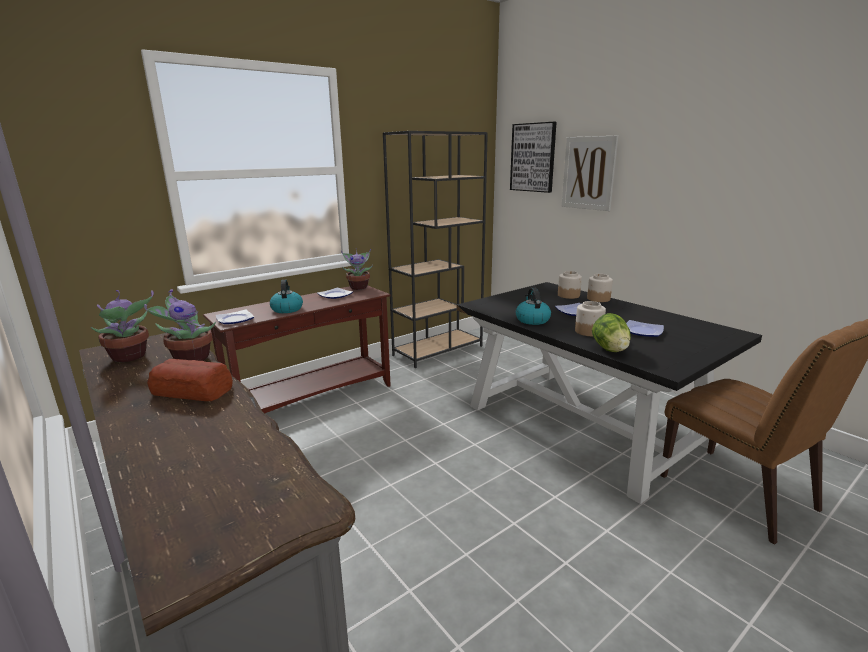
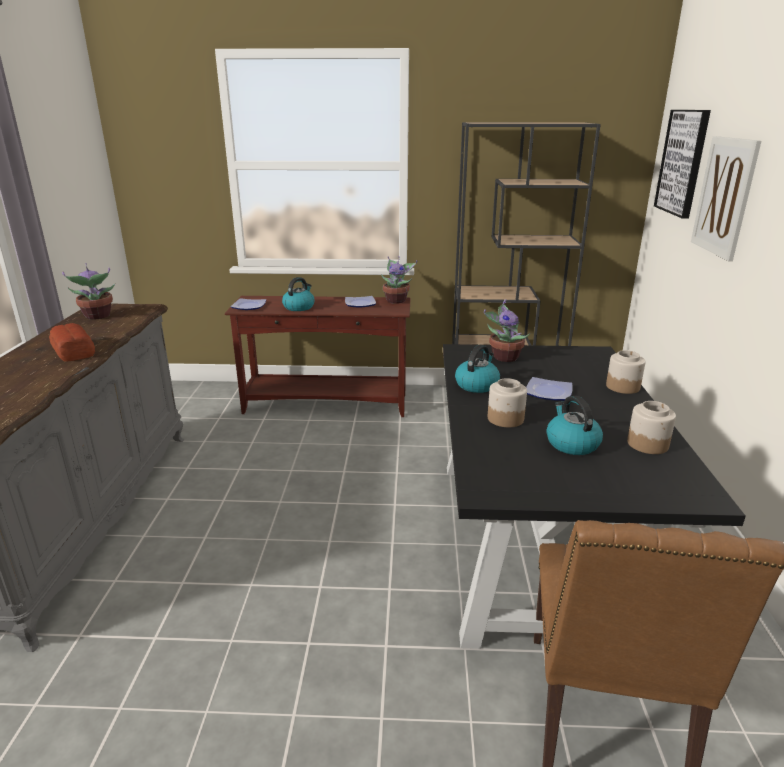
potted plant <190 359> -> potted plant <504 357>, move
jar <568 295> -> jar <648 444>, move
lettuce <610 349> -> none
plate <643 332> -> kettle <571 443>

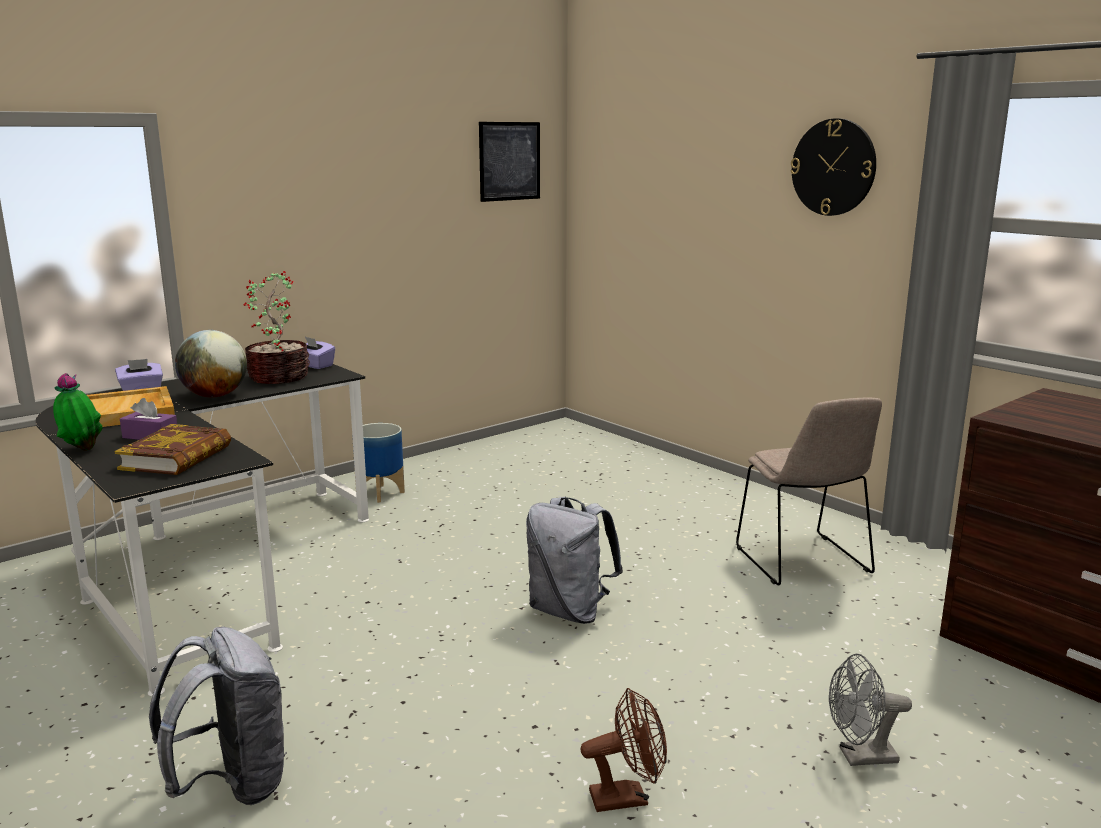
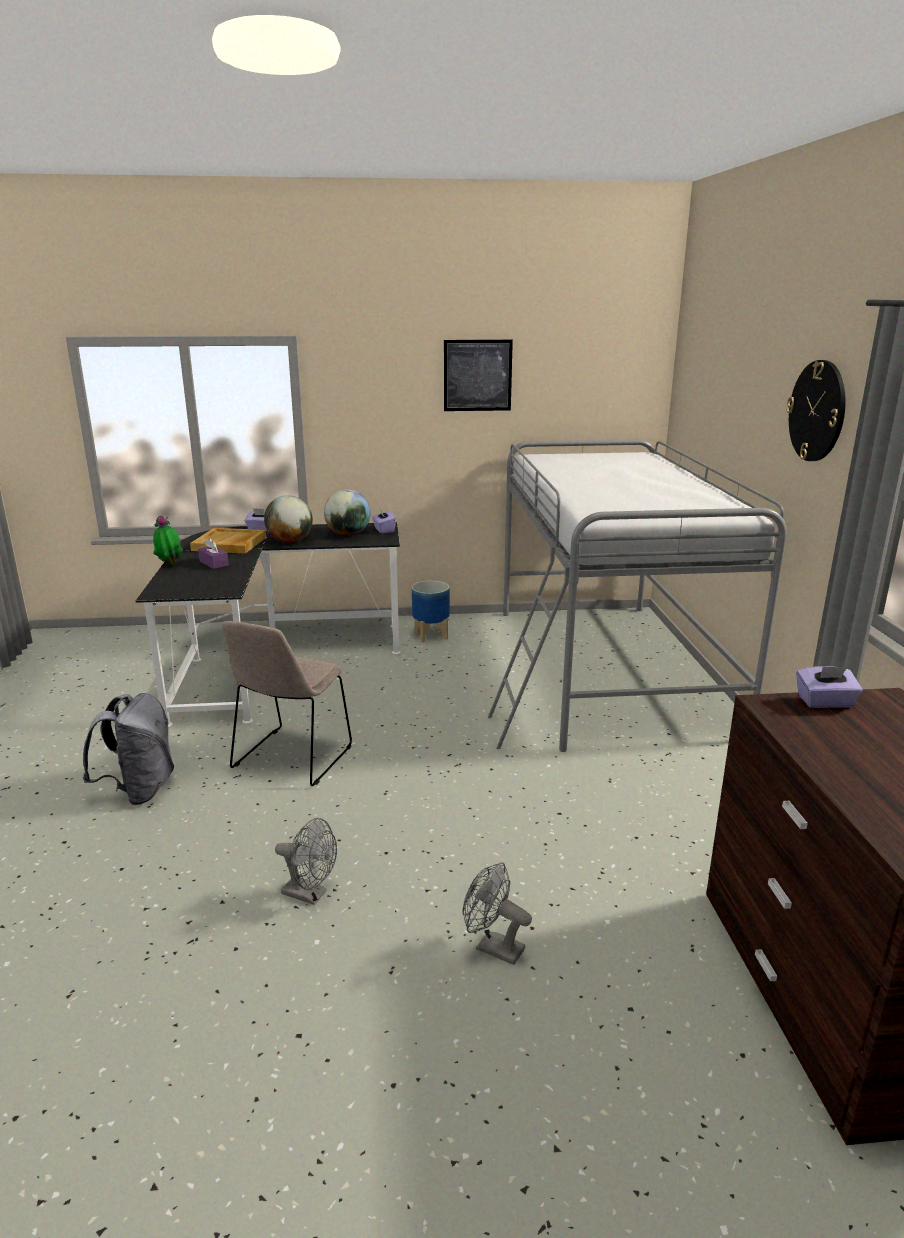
book <177 457> -> none
potted plant <279 377> -> globe <348 534>
picture <509 161> -> picture <477 375>, move
grey backpack <570 611> -> none
brown fan <627 797> -> grey fan <310 894>
beige chair <804 562> -> beige chair <291 759>, move
none -> grey bed <605 670>
none -> purple tissue box <825 702>

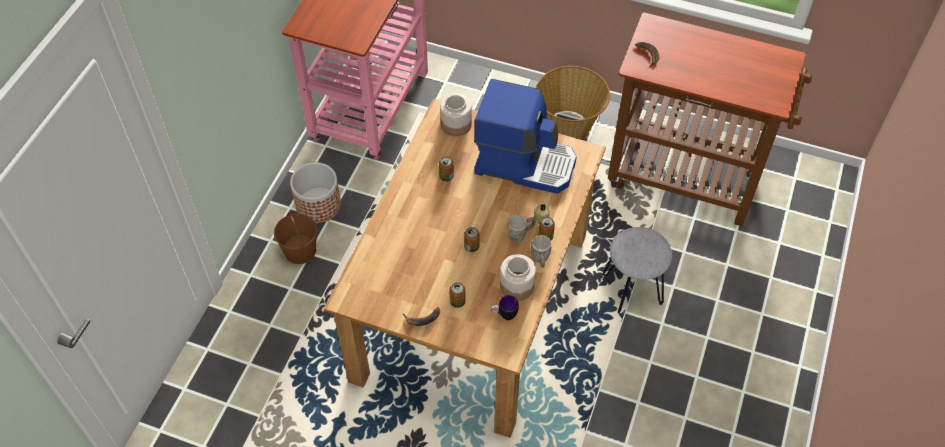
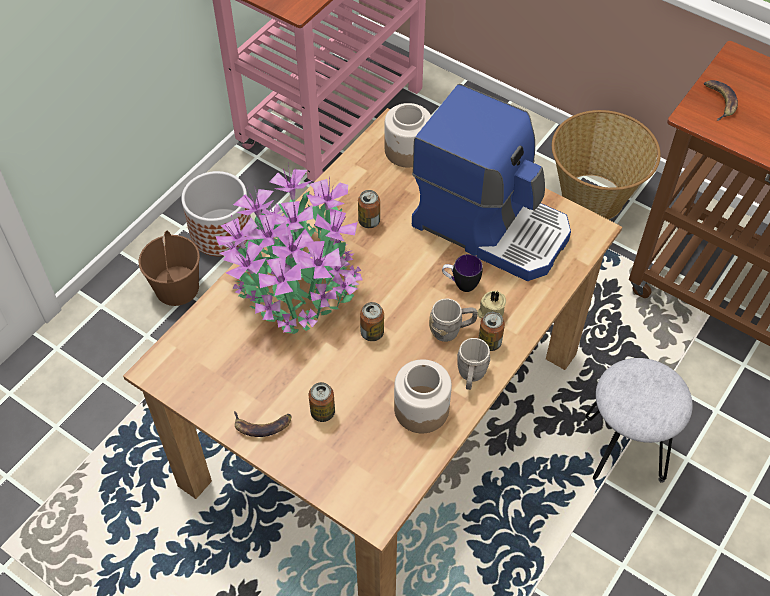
mug <504 315> -> mug <460 284>, move
none -> potted plant <296 282>

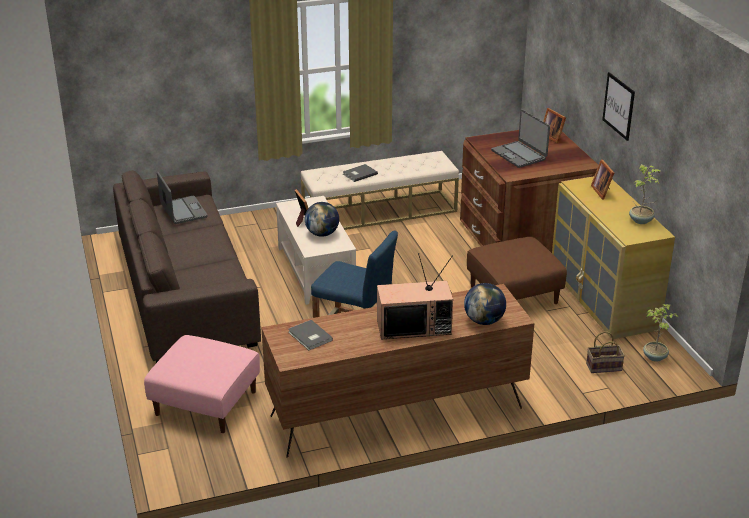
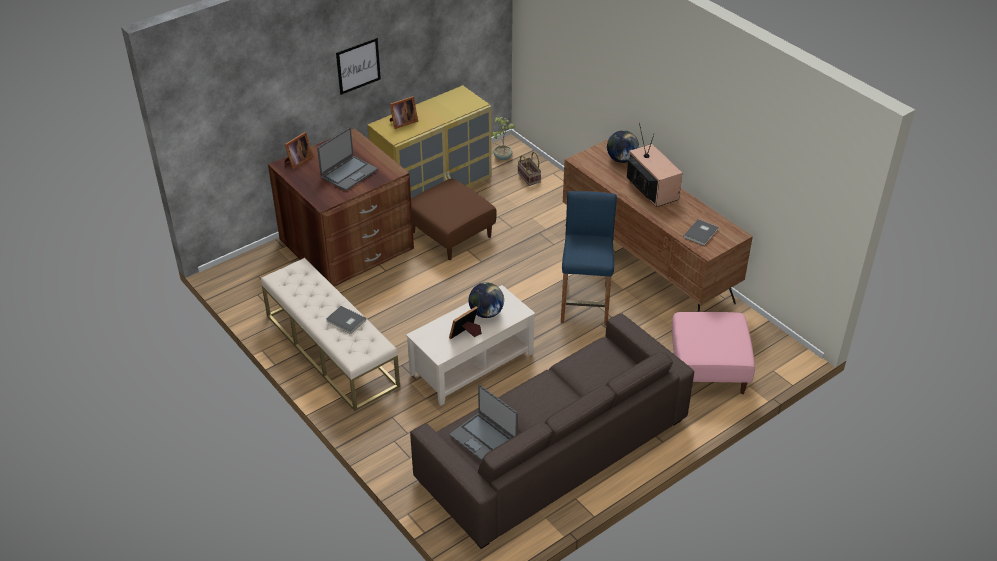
laptop <183 211> -> laptop <484 439>, 90 degrees counterclockwise
potted plant <641 221> -> none

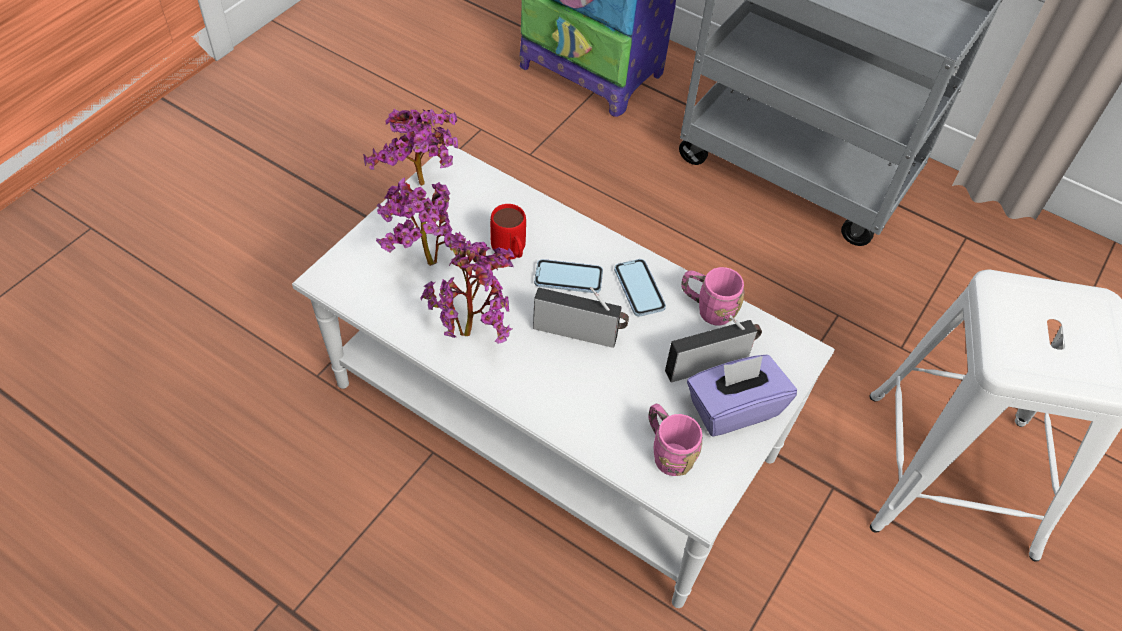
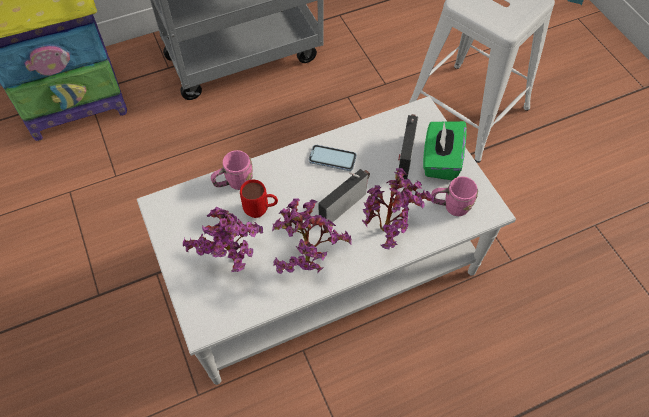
potted plant <423 188> -> potted plant <389 231>, move
phone <568 278> -> none
pink mug <707 309> -> pink mug <234 183>, move
purple tissue box <733 408> -> green tissue box <440 160>

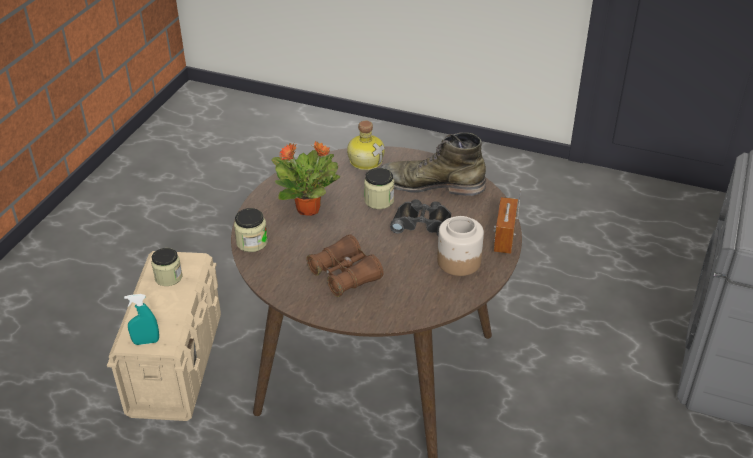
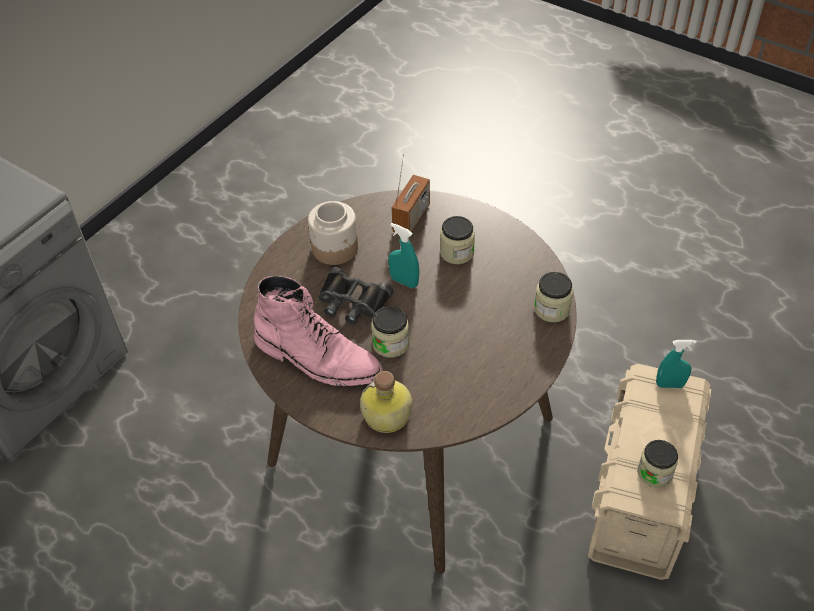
potted plant <309 209> -> none
brown binoculars <345 275> -> jar <457 252>
green boot <431 184> -> pink boot <318 358>
radio <504 238> -> radio <411 218>, move
none -> turquoise spray bottle <404 281>

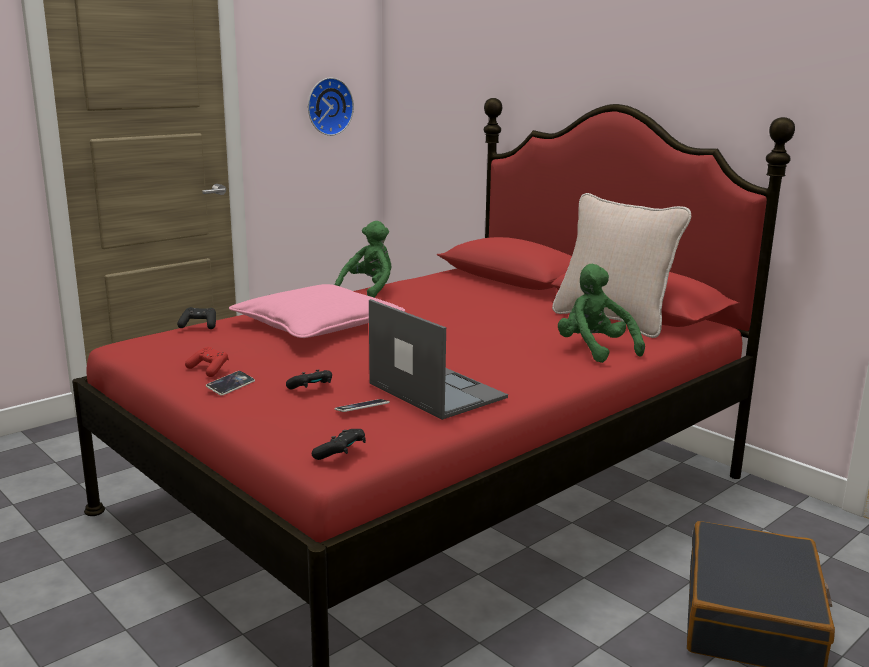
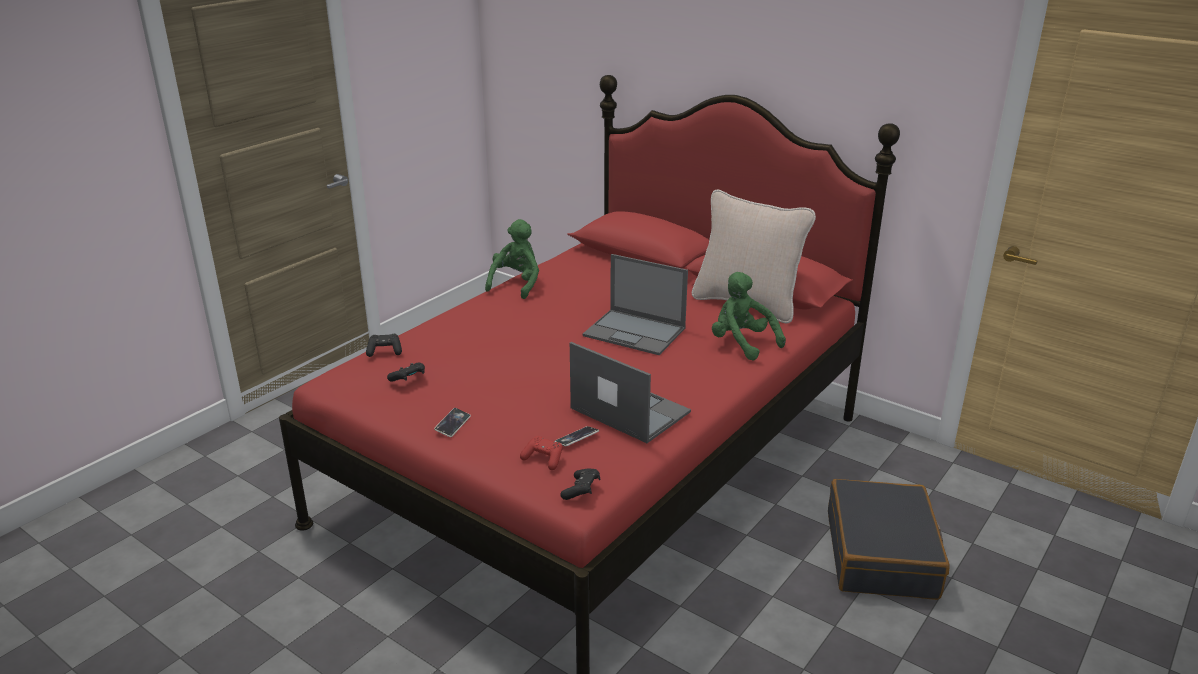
red game controller <209 369> -> red game controller <543 459>, move
pink pillow <317 324> -> none
black game controller <311 389> -> black game controller <408 379>, move
wall clock <328 106> -> none
none -> laptop <635 332>

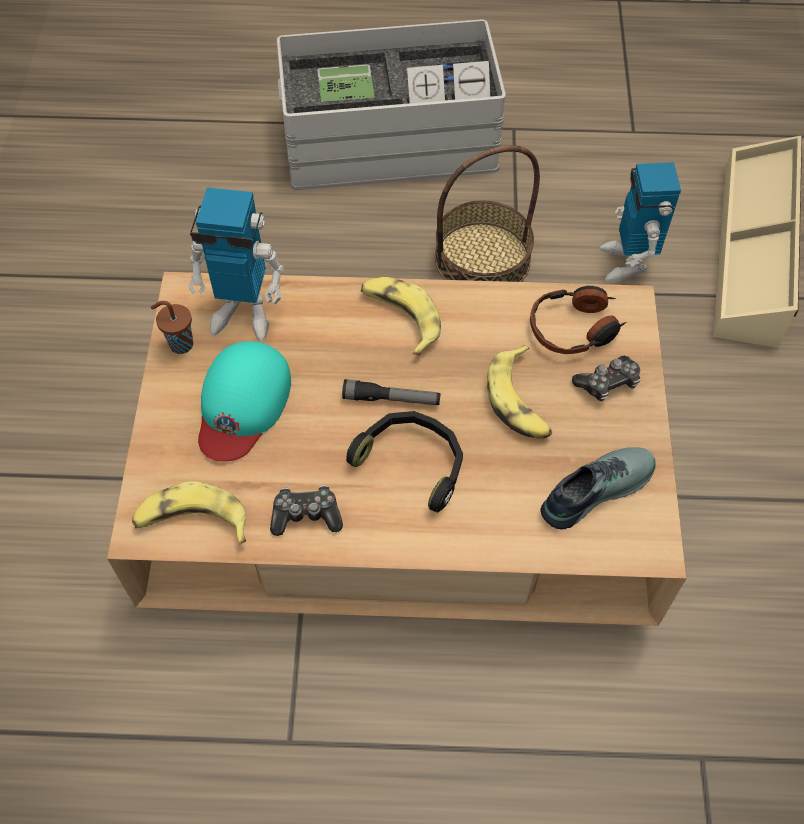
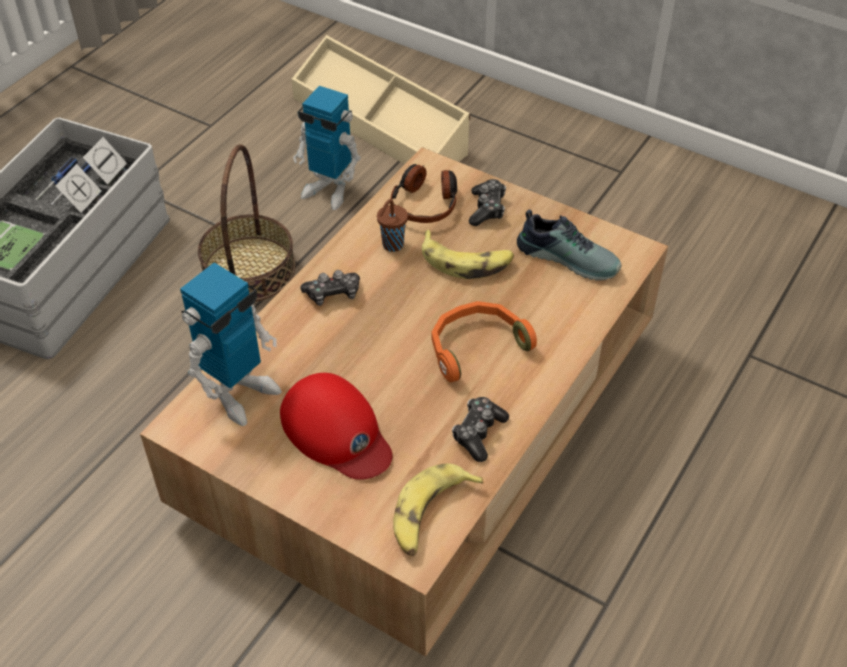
brown cup <180 344> -> brown cup <392 245>, move
turquoise cap <242 404> -> red cap <336 432>
flashlight <391 399> -> none
black headphones <413 462> -> orange headphones <475 346>
banana <400 317> -> game controller <333 294>
shoe <594 488> -> shoe <569 257>, 120 degrees clockwise

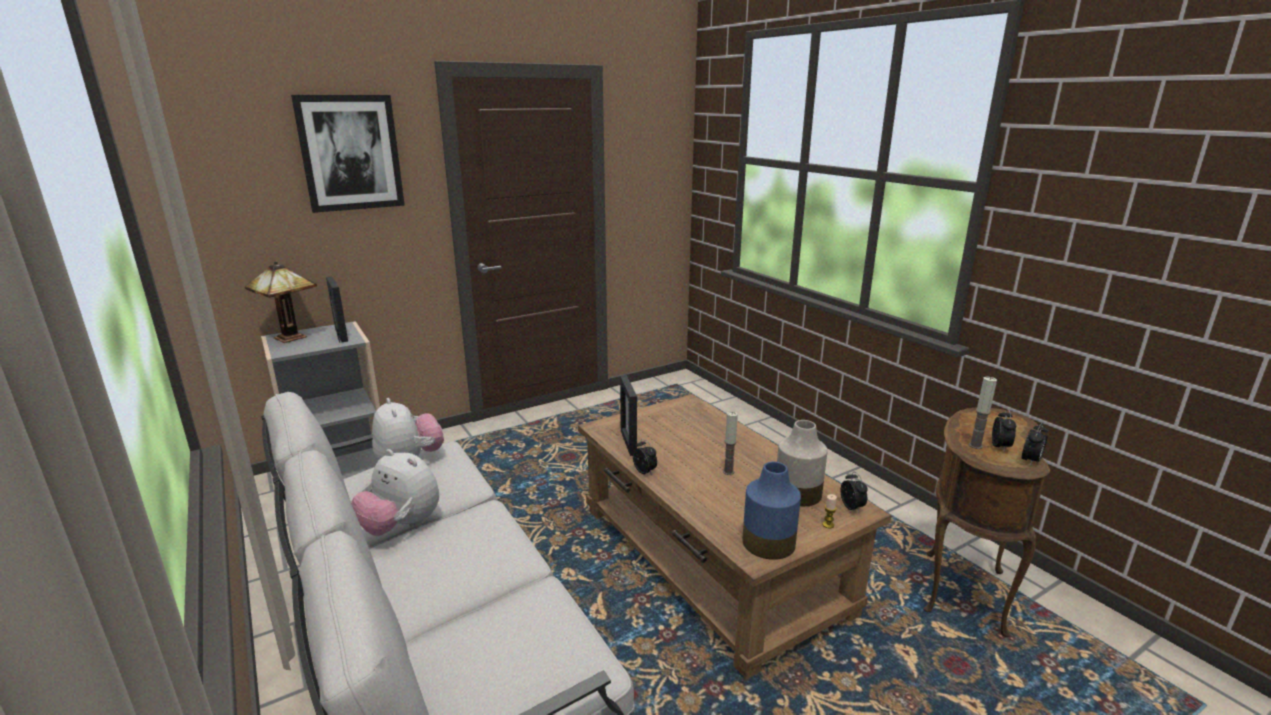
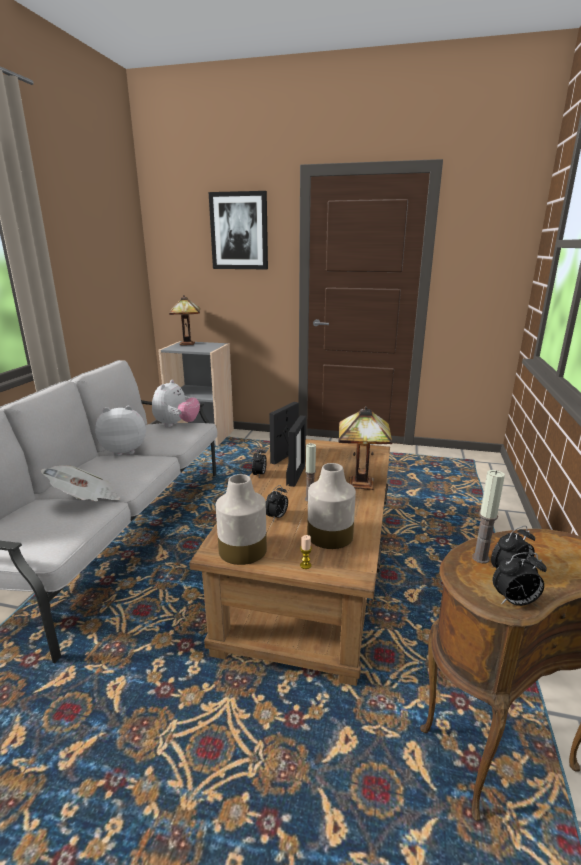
picture frame <340 335> -> picture frame <296 475>, move
plush toy <401 526> -> plush toy <124 451>, 90 degrees clockwise
blue vase <769 542> -> beige vase <243 550>
alarm clock <852 507> -> alarm clock <277 517>, move
none -> newspaper <86 499>
none -> table lamp <362 484>

